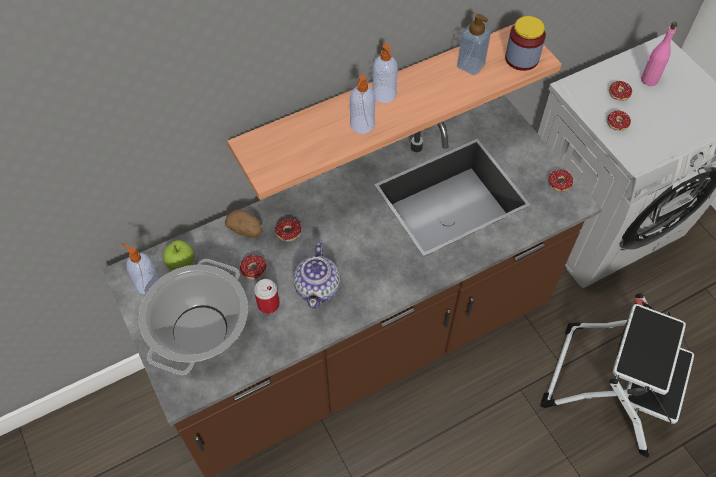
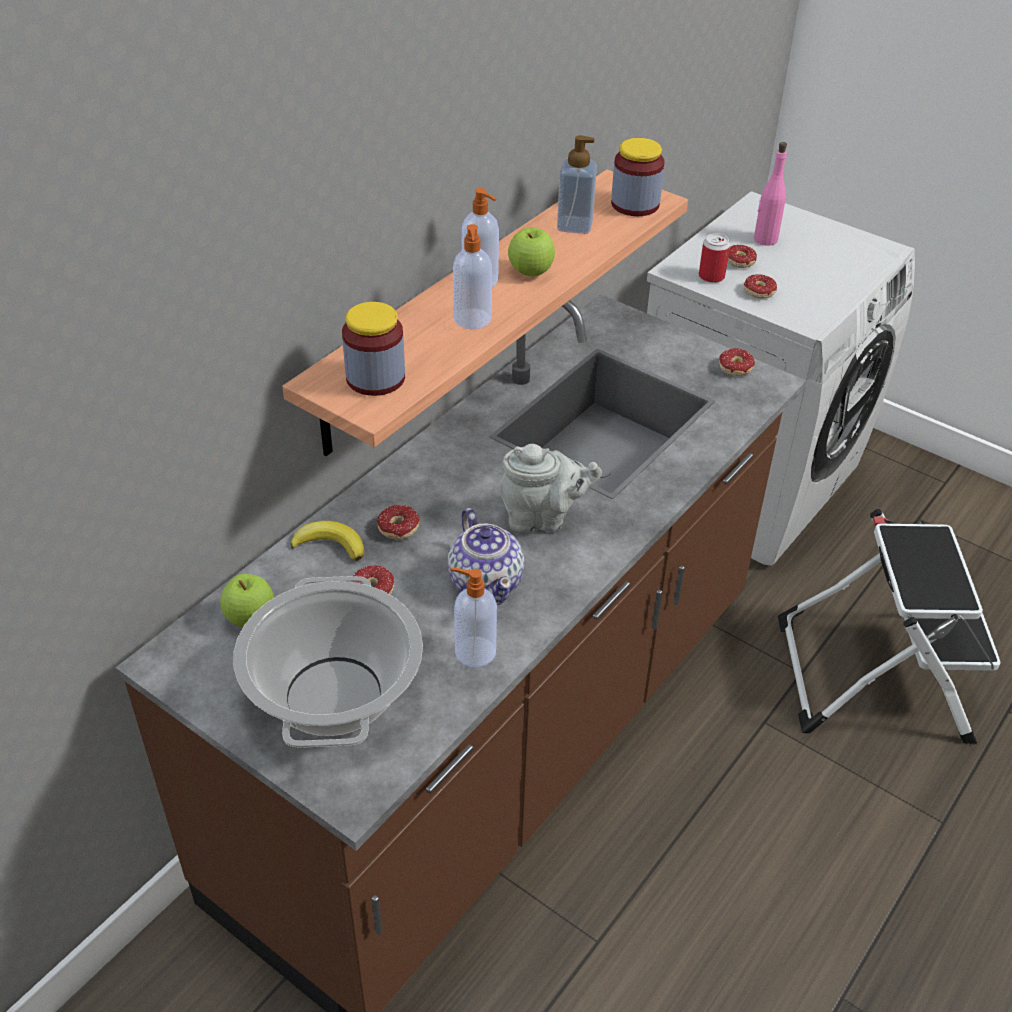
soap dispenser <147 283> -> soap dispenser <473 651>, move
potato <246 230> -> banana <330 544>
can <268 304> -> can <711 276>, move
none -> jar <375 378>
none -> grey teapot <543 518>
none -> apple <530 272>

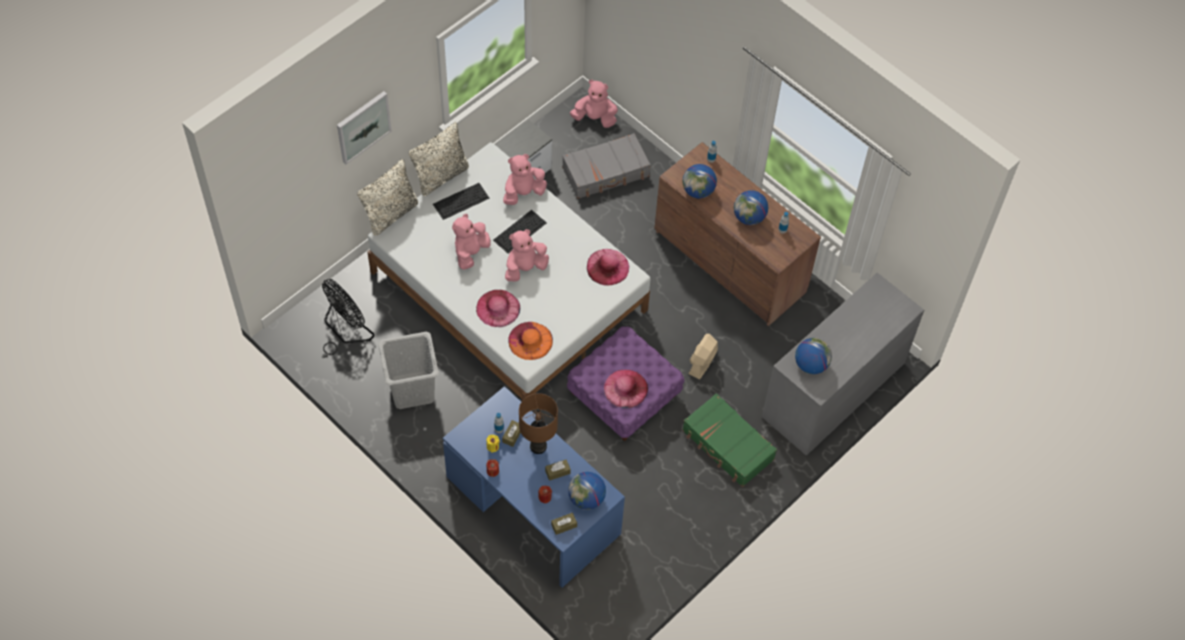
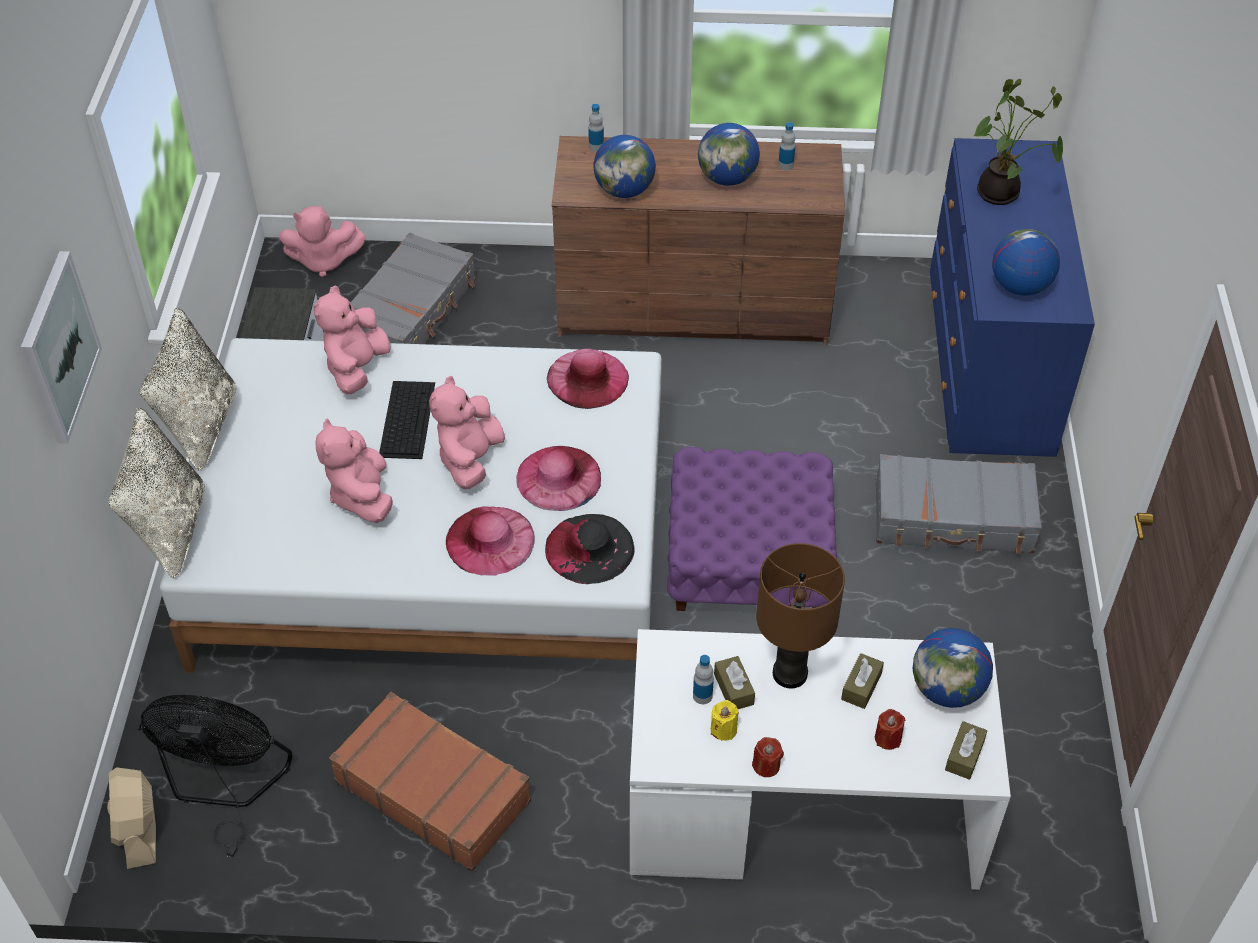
grey laundry basket <411 389> -> brown suitcase <433 790>
keyboard <461 200> -> none
blue desk <532 506> -> white desk <802 808>
orange hat <530 340> -> black hat <589 548>
pink plush toy <595 118> -> pink plush toy <323 261>, 150 degrees counterclockwise
pink hat <625 388> -> pink hat <559 478>, move
green suitcase <727 445> -> grey suitcase <953 518>
beige fan <702 362> -> beige fan <139 830>, move
grey dresser <833 389> -> blue dresser <989 360>
none -> potted plant <1001 194>

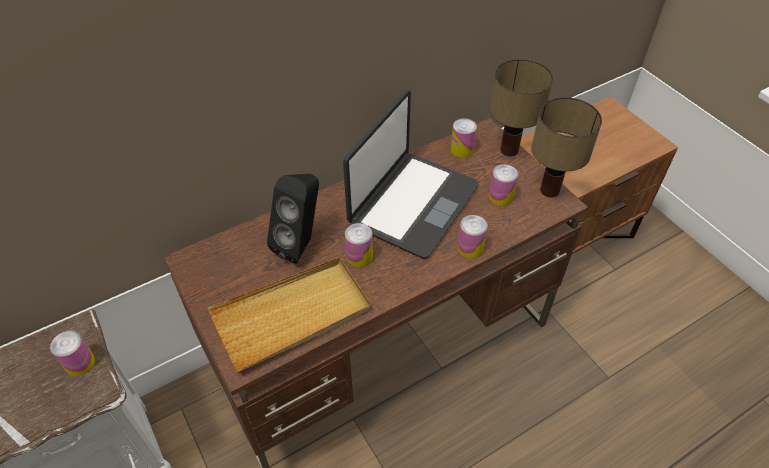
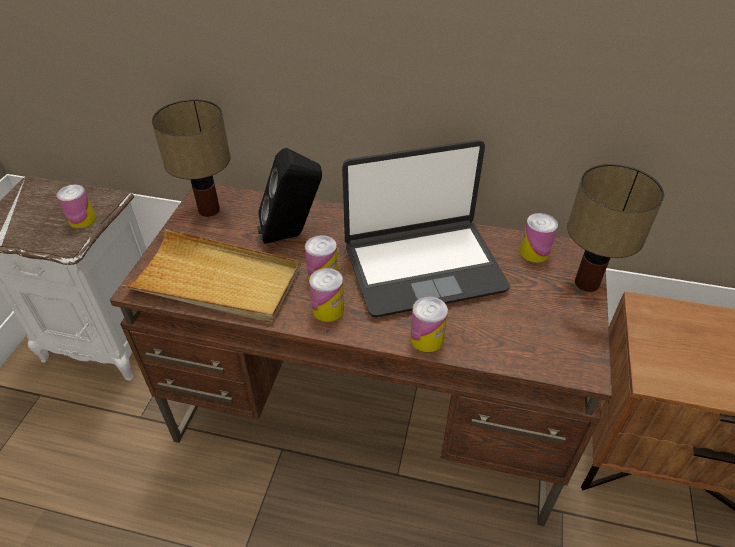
can <500 196> -> can <328 309>, move
table lamp <550 191> -> table lamp <208 210>, move

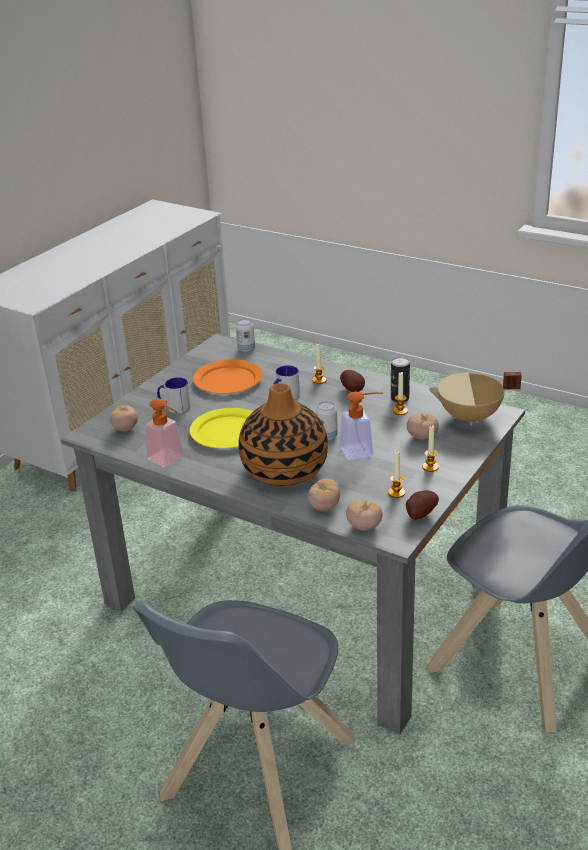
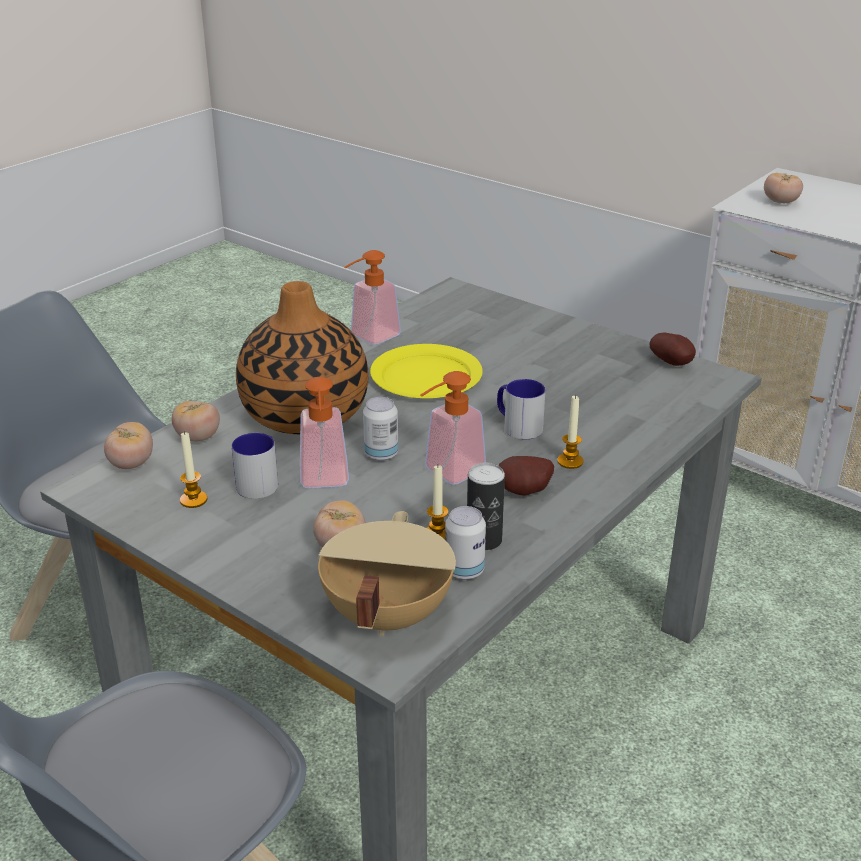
tomato <125 428> -> tomato <780 202>, move
mug <174 407> -> mug <261 482>, move
orange plate <227 380> -> none
can <246 349> -> can <464 571>, move
potato <419 515> -> potato <672 363>, move
candle <430 467> -> none
none -> soap dispenser <447 473>

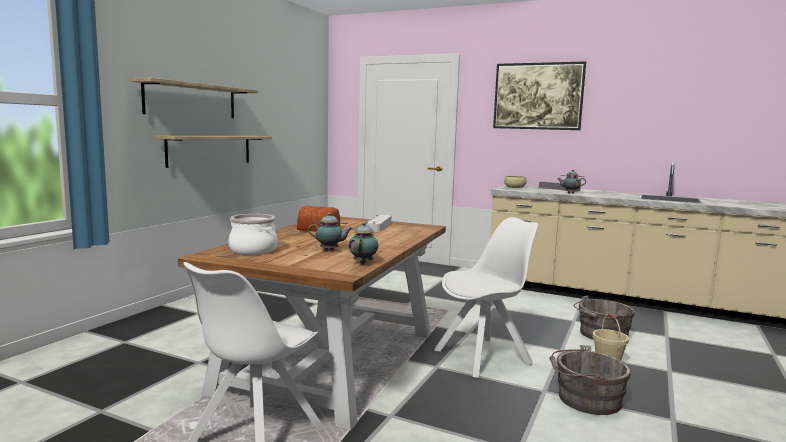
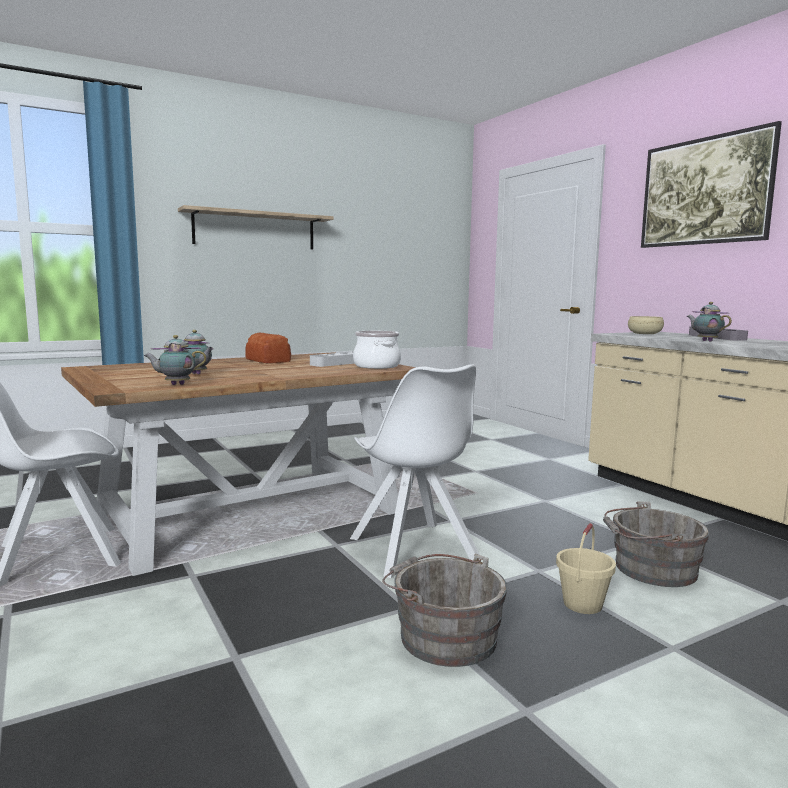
shelf <210 150> -> none
cooking pot <253 250> -> cooking pot <377 366>, move
teapot <363 263> -> teapot <175 384>, 150 degrees counterclockwise
white chair <484 357> -> white chair <413 550>, 60 degrees clockwise

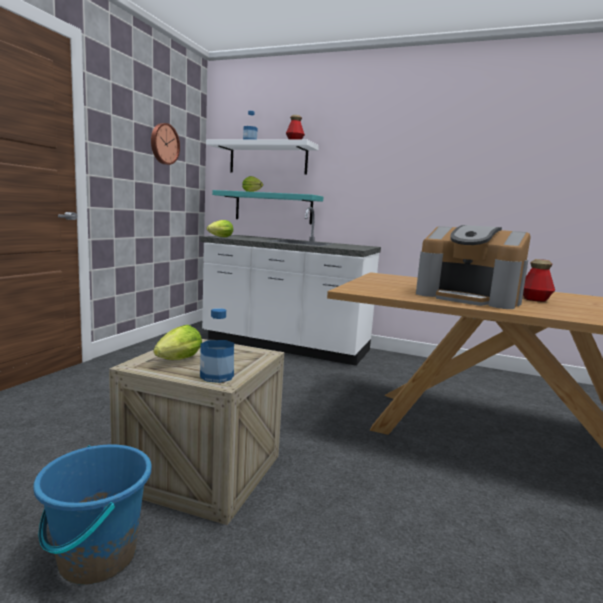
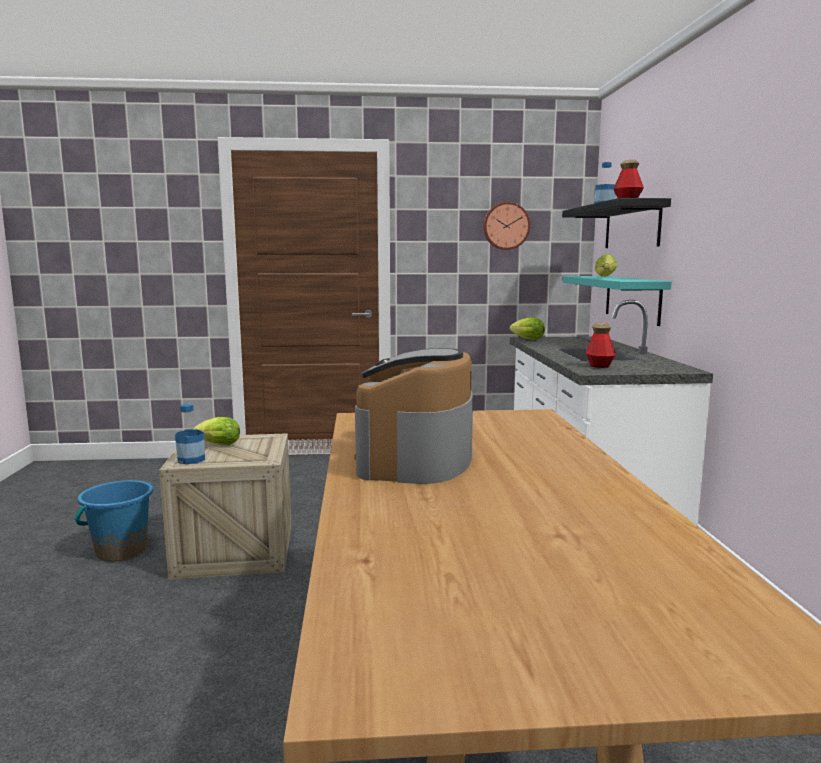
white shelf <268 159> -> black shelf <631 226>
bottle <535 300> -> bottle <599 366>, move

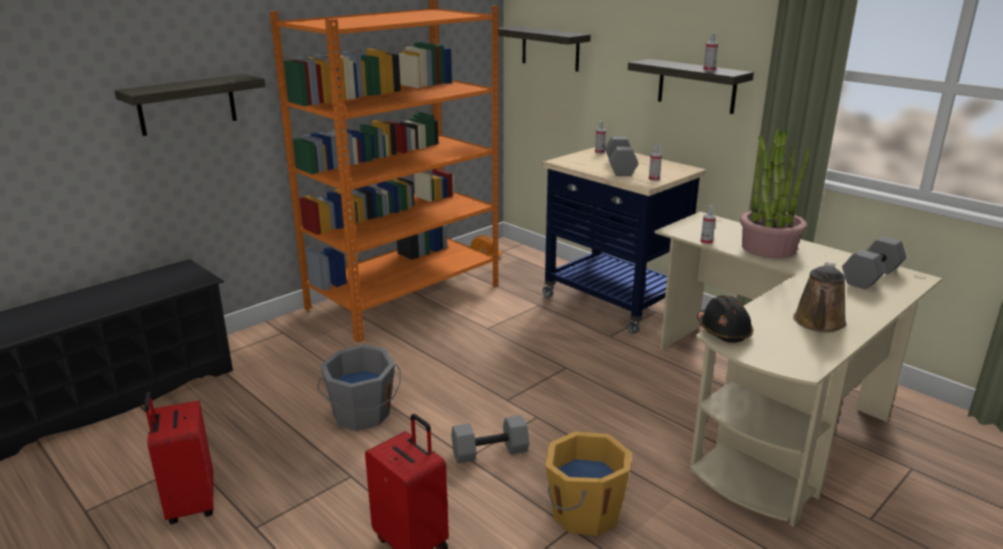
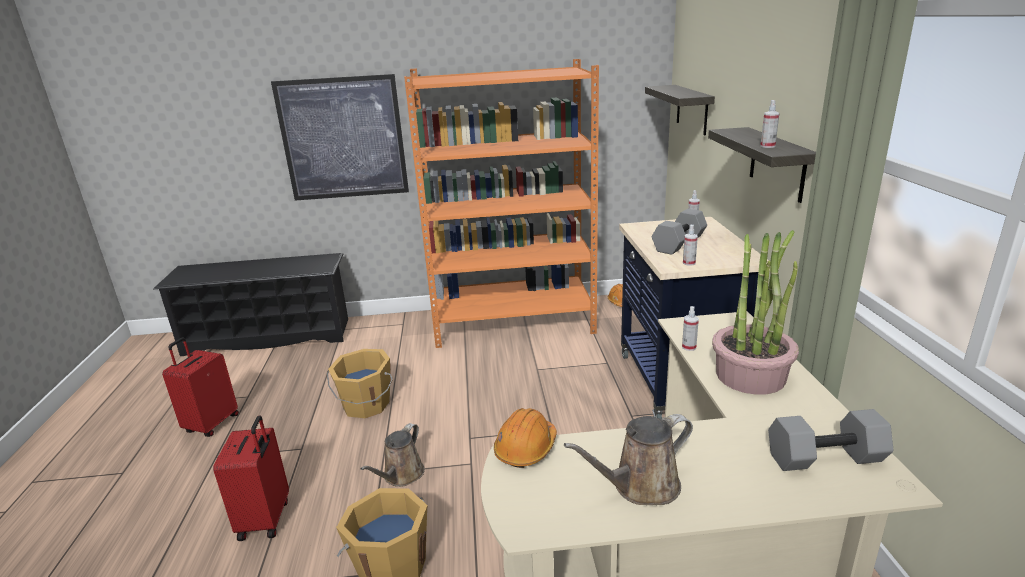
shelf <187 104> -> picture <343 138>
grey bucket <362 415> -> orange bucket <366 405>
grey dumbbell <490 451> -> brown watering can <401 475>
black hard hat <723 330> -> orange hard hat <526 448>

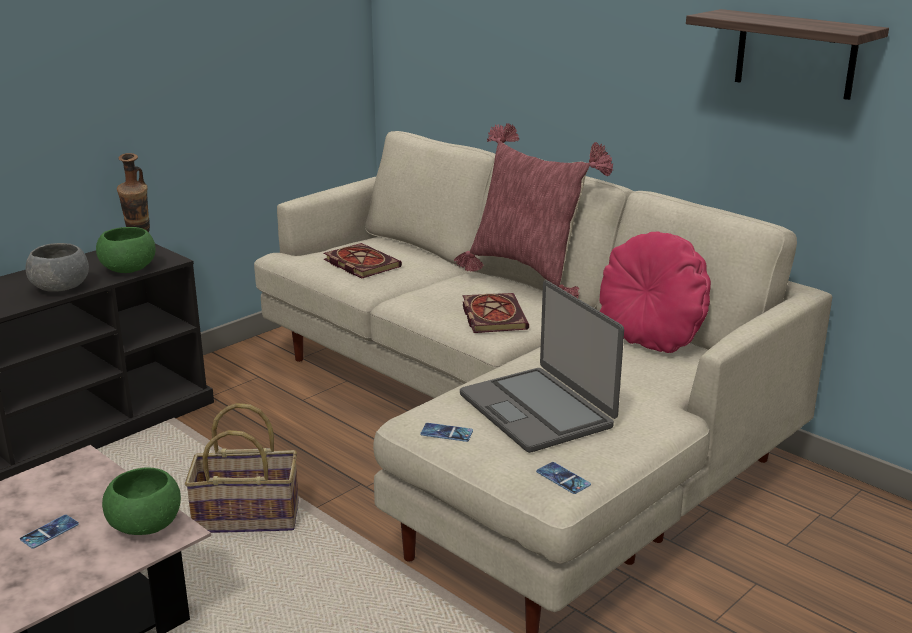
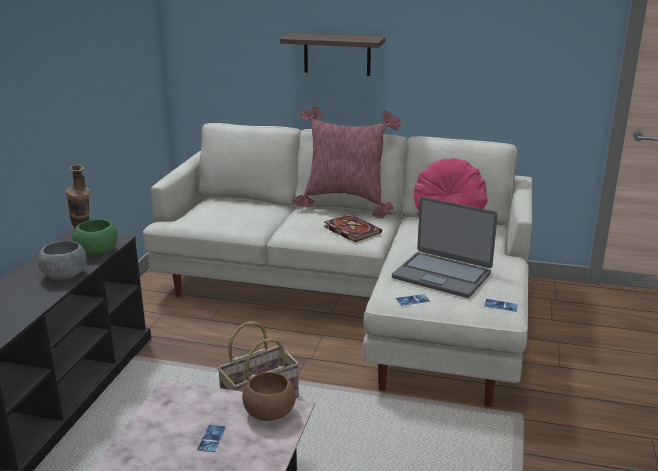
green bowl <146 525> -> brown bowl <269 413>
book <359 263> -> none
shelf <795 54> -> shelf <337 54>, move

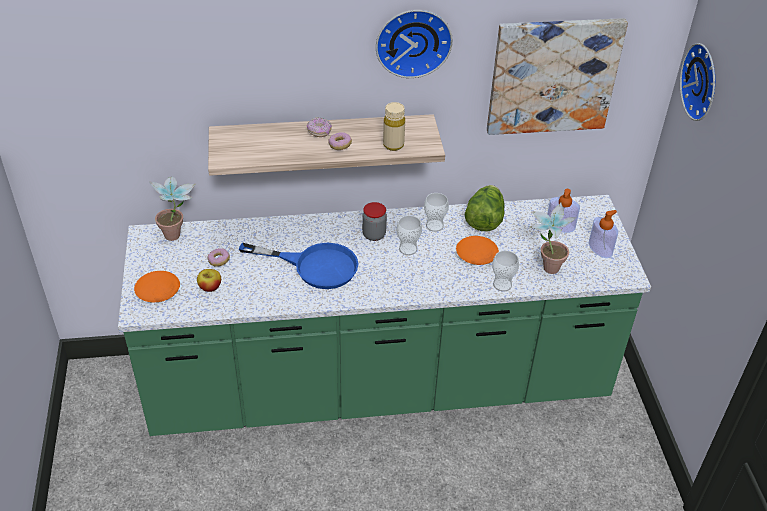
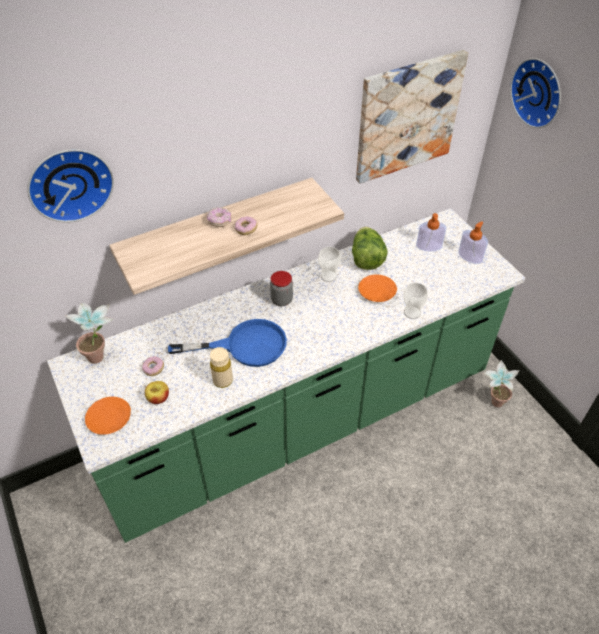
wall clock <413 41> -> wall clock <70 183>, move
beige bottle <393 145> -> beige bottle <223 380>, move
cup <408 249> -> none
potted plant <545 267> -> potted plant <492 403>, move

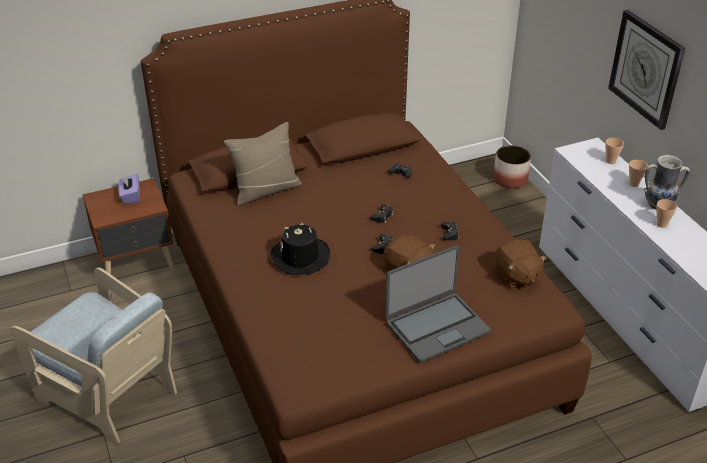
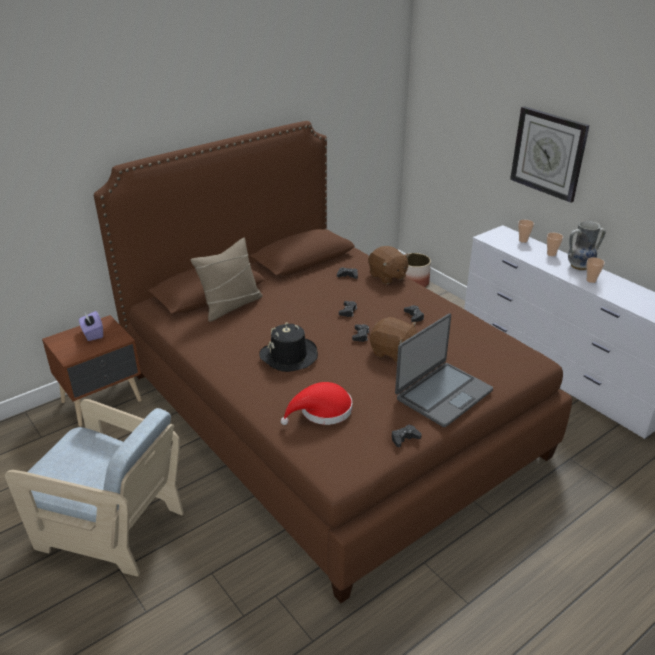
brown plush toy <516 277> -> brown plush toy <387 276>, move
none -> red hat <322 411>
none -> black game controller <404 438>

